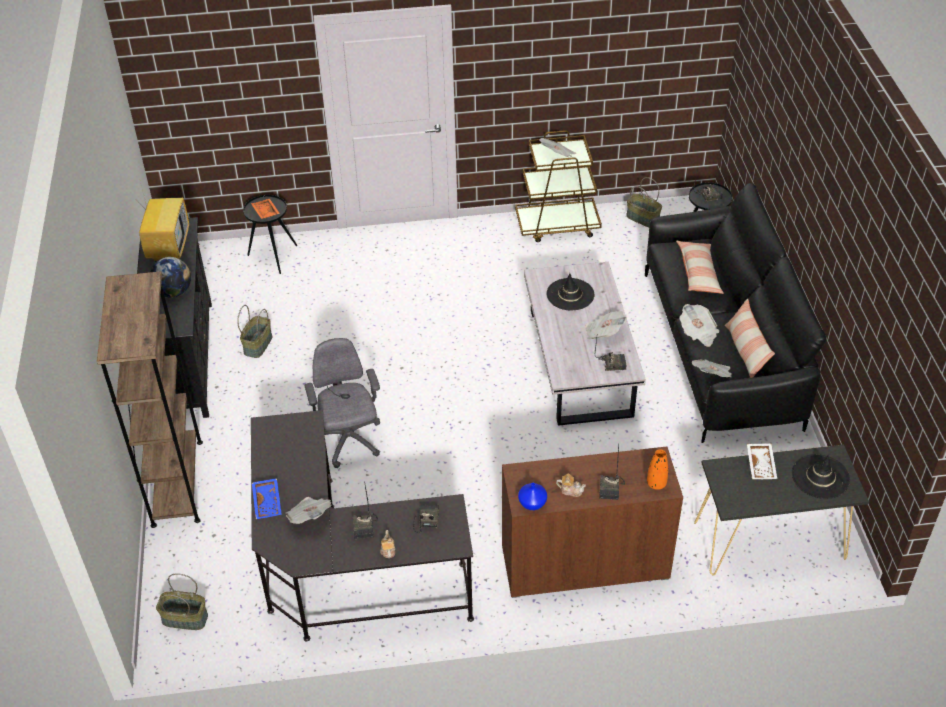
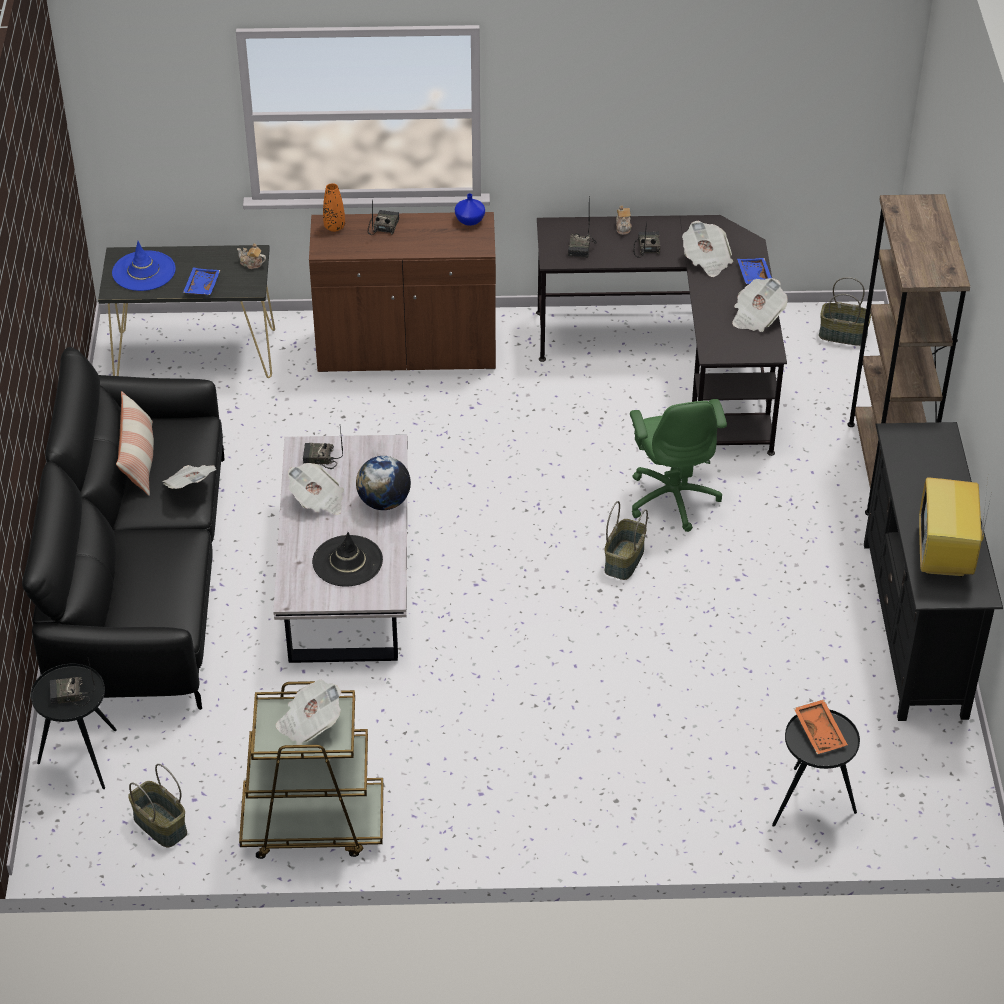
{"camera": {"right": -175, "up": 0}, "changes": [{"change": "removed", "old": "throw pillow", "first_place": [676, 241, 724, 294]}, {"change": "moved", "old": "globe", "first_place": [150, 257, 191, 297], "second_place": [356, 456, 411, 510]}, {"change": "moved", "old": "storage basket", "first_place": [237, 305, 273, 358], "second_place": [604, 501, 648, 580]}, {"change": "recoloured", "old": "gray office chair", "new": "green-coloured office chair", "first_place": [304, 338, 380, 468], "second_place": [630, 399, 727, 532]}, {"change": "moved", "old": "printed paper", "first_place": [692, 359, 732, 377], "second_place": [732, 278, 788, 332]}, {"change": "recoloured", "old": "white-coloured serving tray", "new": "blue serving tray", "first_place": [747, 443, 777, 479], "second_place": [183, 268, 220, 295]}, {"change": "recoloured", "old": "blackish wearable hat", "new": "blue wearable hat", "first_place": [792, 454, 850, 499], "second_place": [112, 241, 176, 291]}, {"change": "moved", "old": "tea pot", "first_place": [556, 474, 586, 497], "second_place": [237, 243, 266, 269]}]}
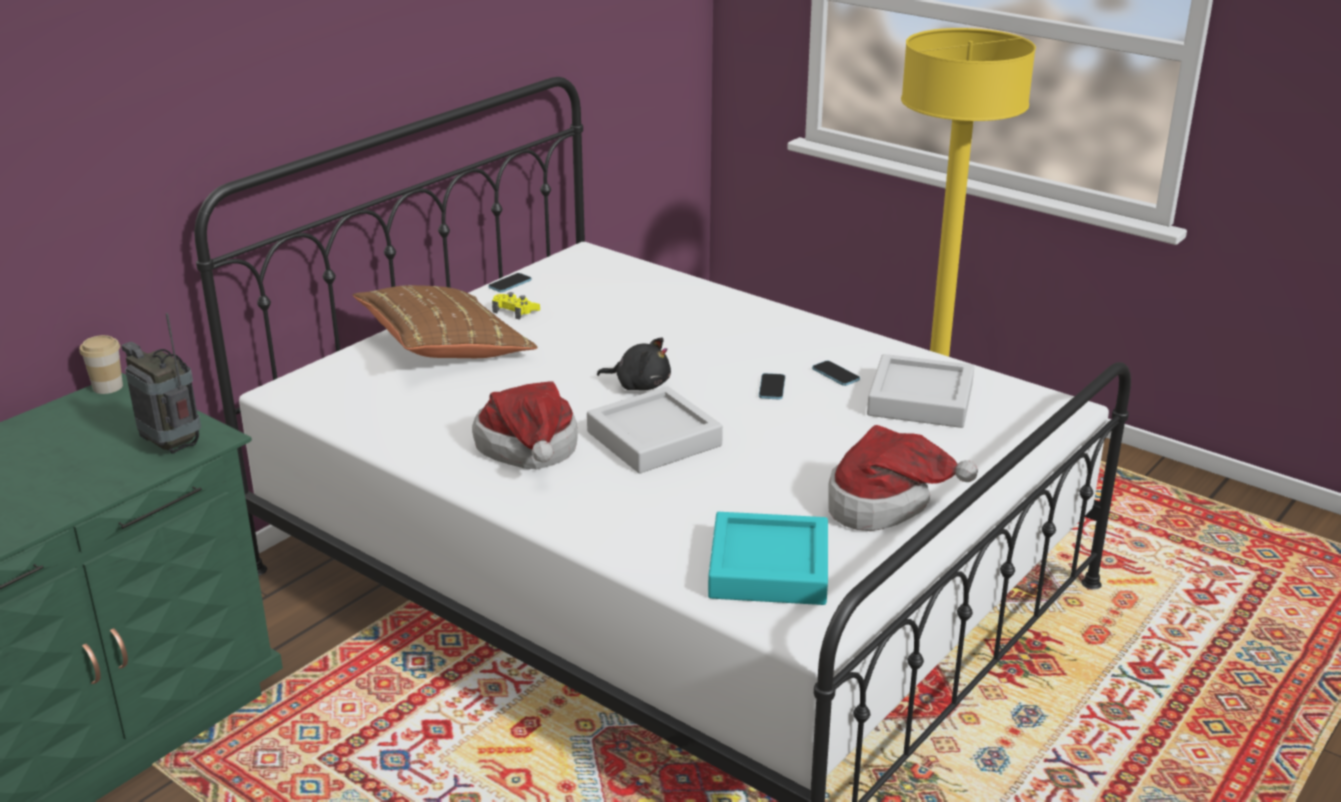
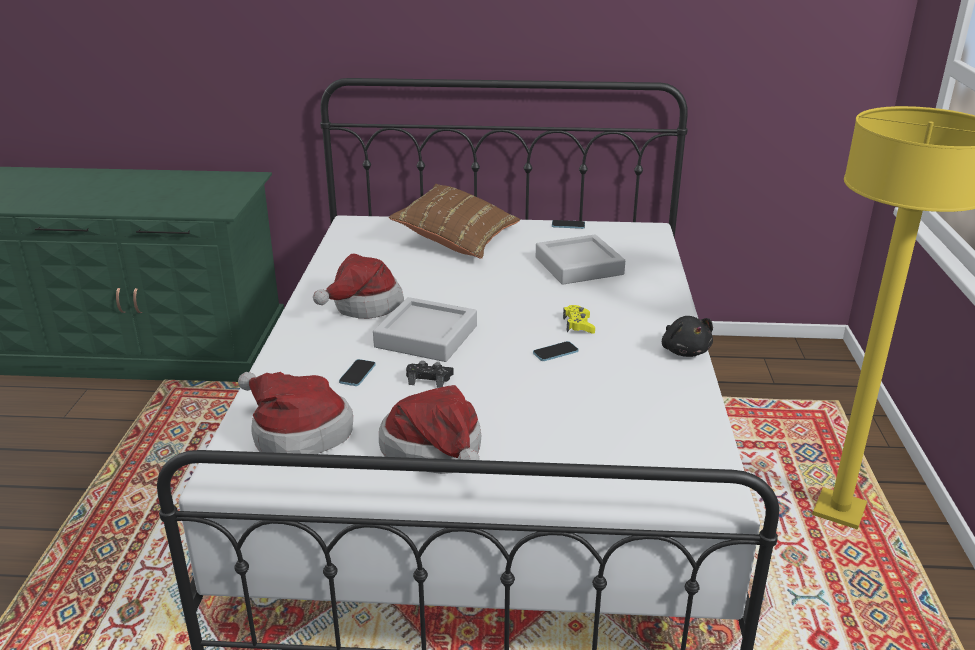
{"camera": {"right": 55, "up": 0}, "changes": [{"change": "moved", "old": "yellow-coloured joypad", "first_place": [492, 292, 540, 320], "second_place": [563, 305, 595, 334]}, {"change": "removed", "old": "radio receiver", "first_place": [122, 313, 201, 454]}, {"change": "removed", "old": "drinking cup", "first_place": [80, 335, 123, 394]}, {"change": "moved", "old": "blackish plush toy", "first_place": [597, 337, 671, 390], "second_place": [662, 316, 713, 357]}, {"change": "moved", "old": "gray serving tray", "first_place": [867, 354, 974, 428], "second_place": [536, 235, 625, 285]}, {"change": "moved", "old": "phone", "first_place": [812, 361, 860, 386], "second_place": [339, 359, 375, 386]}, {"change": "replaced", "old": "blue-green serving tray", "new": "wearable hat", "first_place": [708, 512, 828, 605], "second_place": [238, 372, 353, 454]}, {"change": "added", "new": "blackish joypad", "second_place": [406, 361, 454, 388]}]}
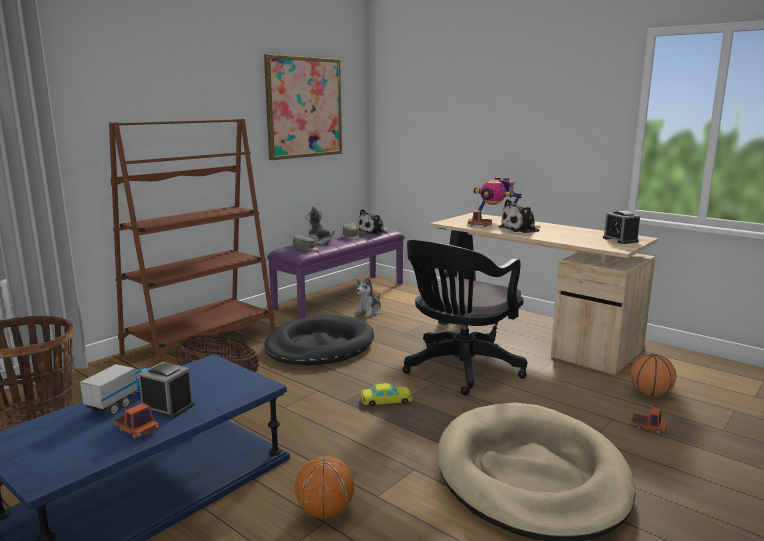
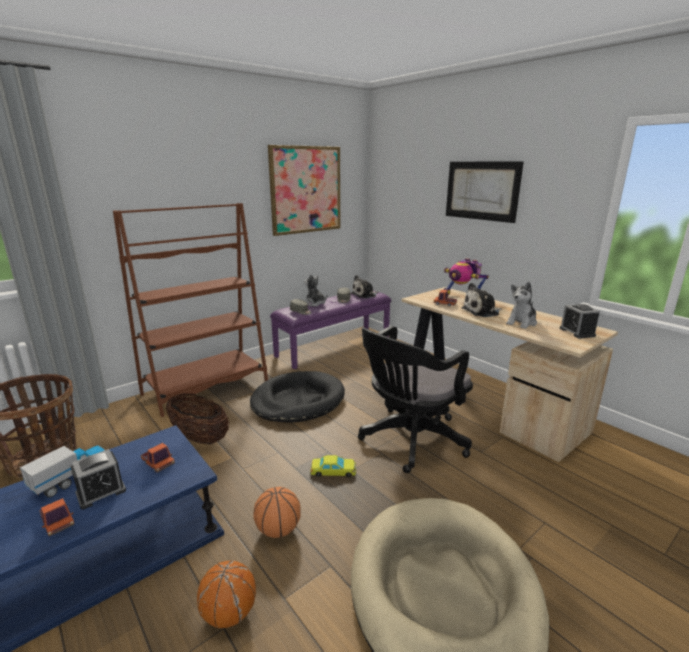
{"camera": {"right": 10, "up": 5}, "changes": [{"change": "moved", "old": "plush toy", "first_place": [355, 277, 381, 317], "second_place": [506, 282, 537, 329]}, {"change": "moved", "old": "basketball ball", "first_place": [630, 353, 676, 397], "second_place": [253, 487, 301, 538]}, {"change": "turned", "old": "bedside clock", "first_place": [138, 362, 194, 419], "second_place": [71, 449, 126, 509], "degrees": 105}, {"change": "moved", "old": "toy lorry", "first_place": [631, 407, 667, 434], "second_place": [141, 443, 175, 473]}, {"change": "added", "new": "picture", "second_place": [446, 161, 524, 223]}]}
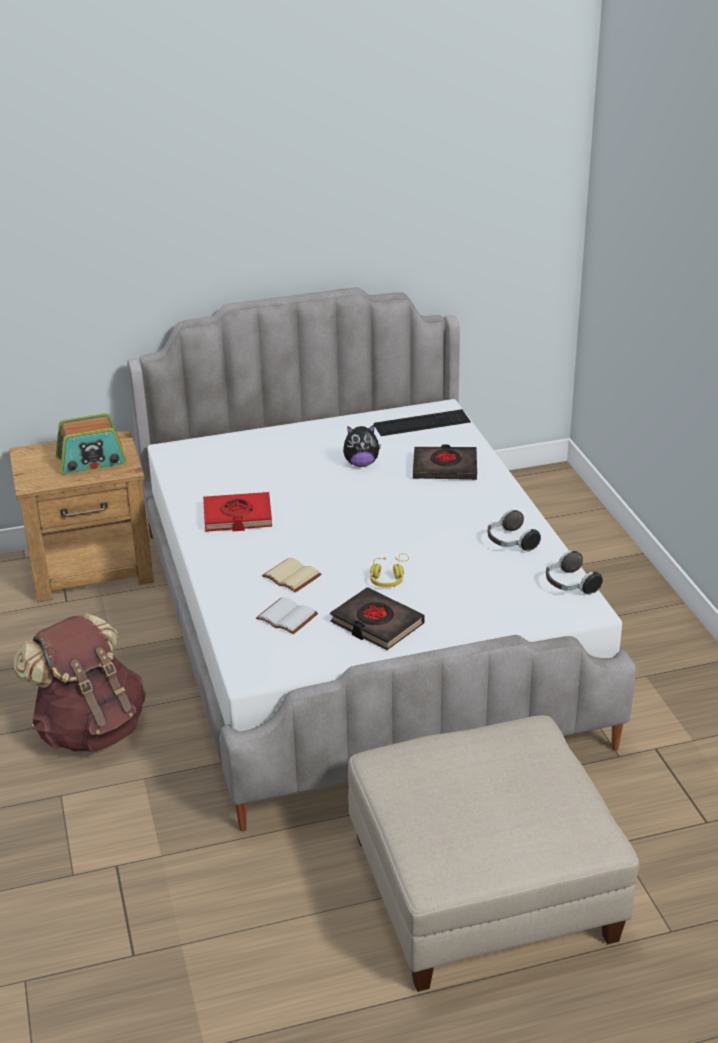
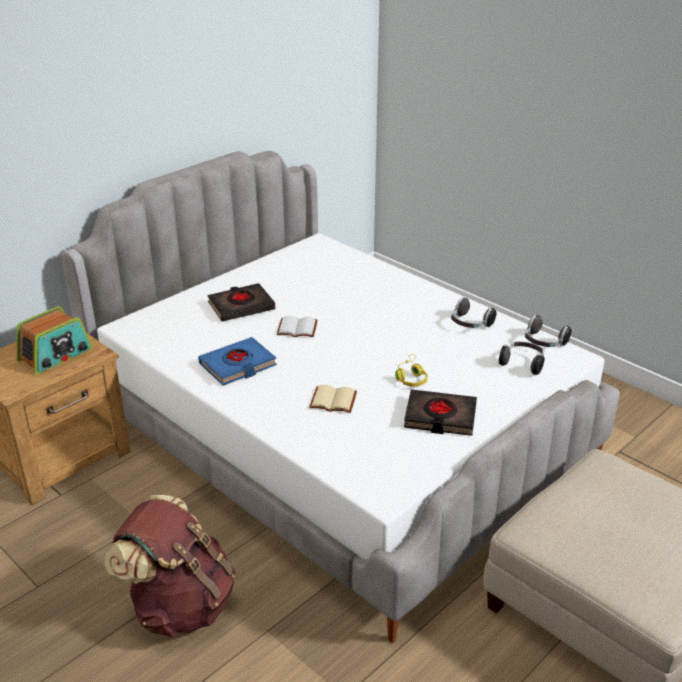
{"camera": {"right": -30, "up": 0}, "changes": [{"change": "removed", "old": "PC keyboard", "first_place": [374, 409, 471, 436]}, {"change": "removed", "old": "plush toy", "first_place": [343, 424, 381, 467]}, {"change": "moved", "old": "blackish volume", "first_place": [413, 445, 477, 480], "second_place": [208, 283, 275, 321]}, {"change": "recoloured", "old": "reddish volume", "new": "blue volume", "first_place": [203, 492, 272, 532], "second_place": [198, 337, 277, 386]}, {"change": "moved", "old": "white-coloured volume", "first_place": [256, 597, 318, 634], "second_place": [277, 316, 318, 337]}, {"change": "added", "new": "headphones", "second_place": [499, 342, 545, 375]}]}
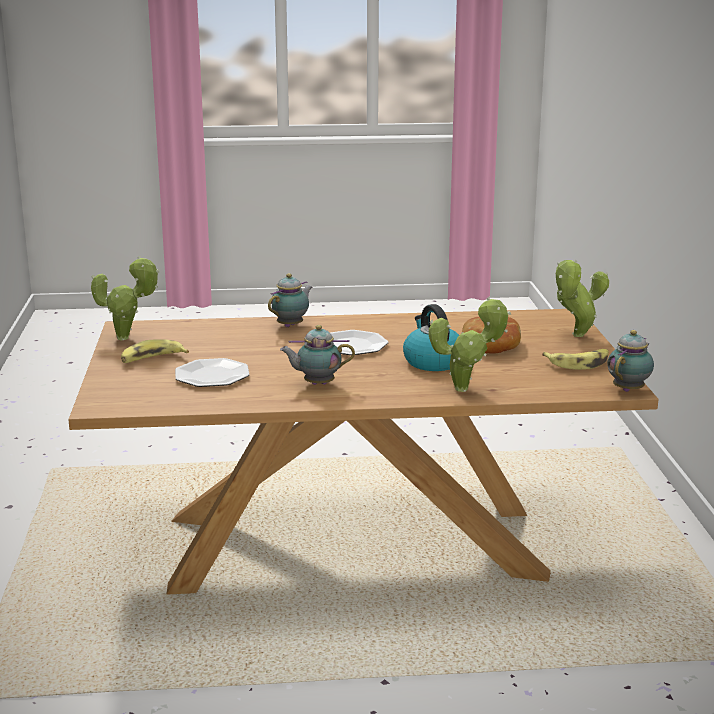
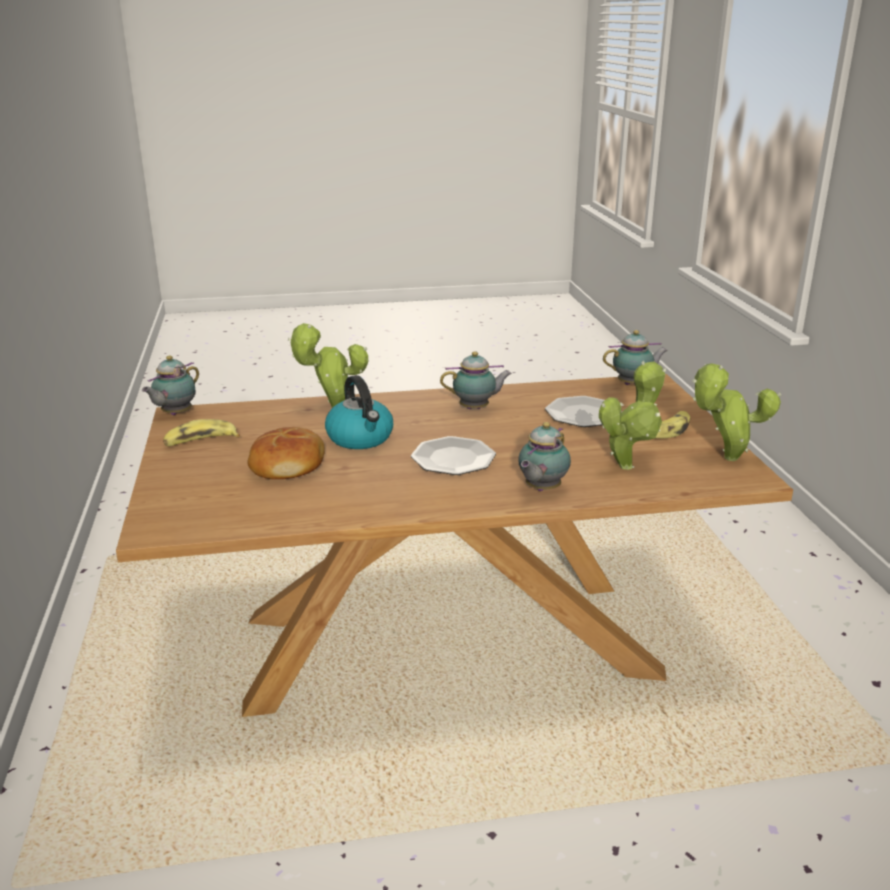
{"camera": {"right": 175, "up": 5}, "changes": [{"change": "moved", "old": "houseplant", "first_place": [556, 260, 609, 337], "second_place": [599, 361, 666, 470]}, {"change": "added", "new": "tea pot", "second_place": [603, 330, 668, 385]}]}
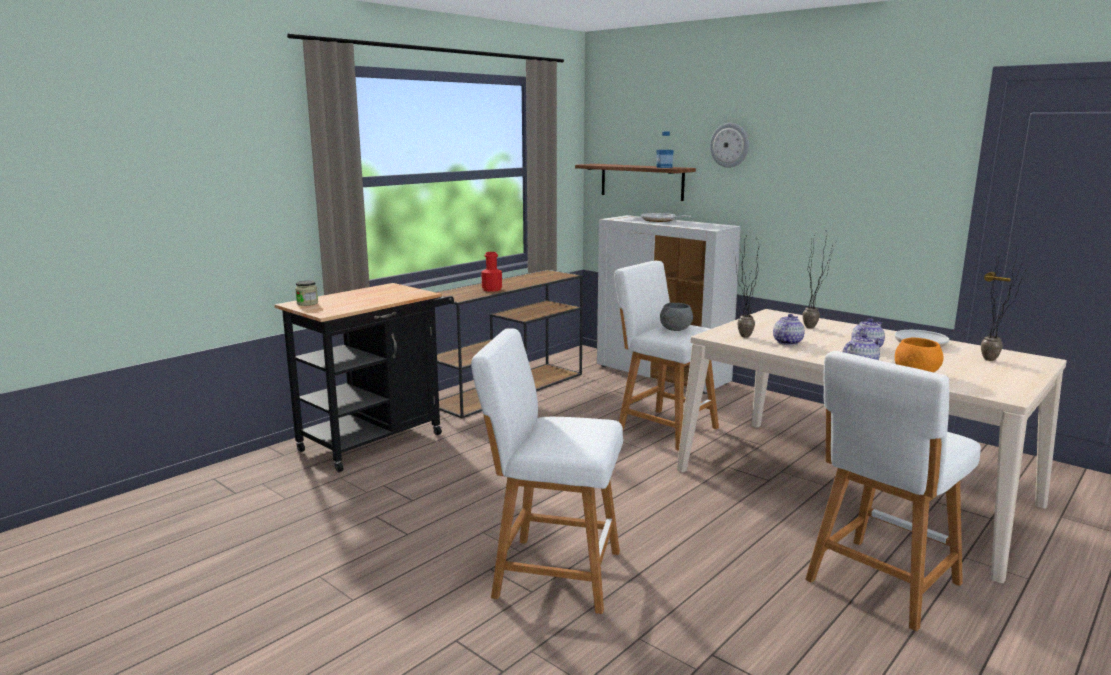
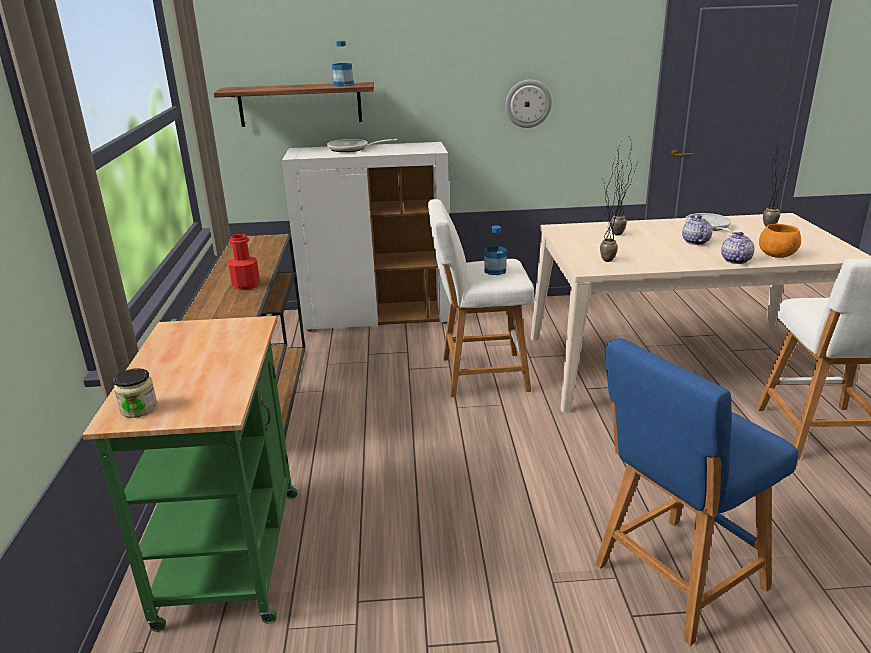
{"camera": {"right": -45, "up": 10}, "changes": [{"change": "moved", "old": "clock on the wall", "first_place": [710, 123, 749, 168], "second_place": [505, 80, 552, 128]}, {"change": "recoloured", "old": "blackish trolley", "new": "green-coloured trolley", "first_place": [274, 283, 454, 472], "second_place": [82, 314, 298, 632]}, {"change": "replaced", "old": "gray deep dish", "new": "bottle", "first_place": [660, 303, 693, 331], "second_place": [484, 226, 507, 275]}, {"change": "removed", "old": "tea pot", "first_place": [773, 314, 805, 345]}, {"change": "recoloured", "old": "white-coloured sitting stool", "new": "blue sitting stool", "first_place": [471, 328, 623, 614], "second_place": [595, 338, 799, 646]}]}
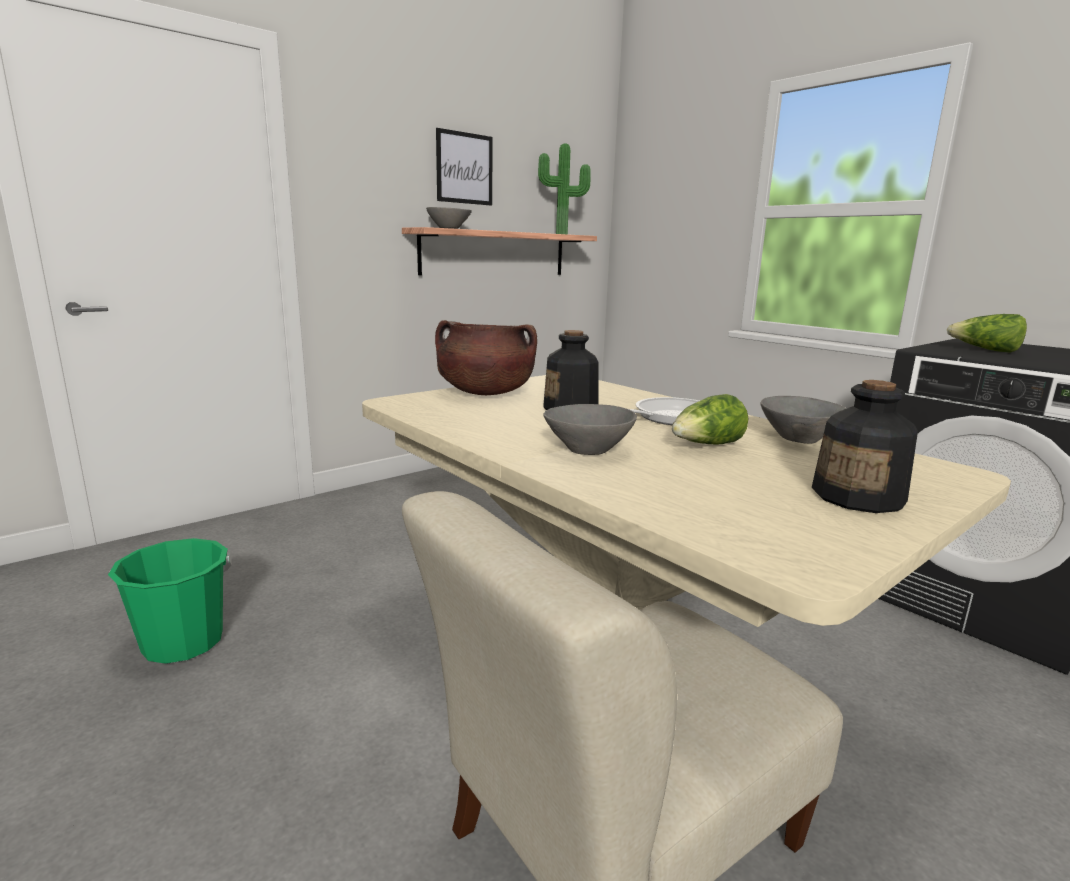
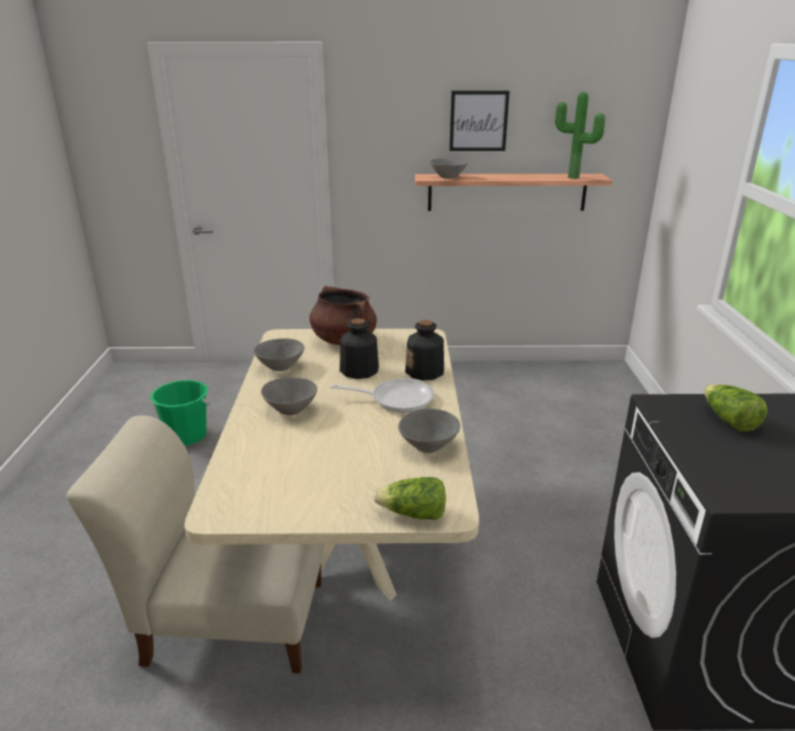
{"camera": {"right": 40, "up": 10}, "changes": [{"change": "moved", "old": "bottle", "first_place": [812, 380, 918, 513], "second_place": [405, 320, 444, 381]}, {"change": "moved", "old": "head of lettuce", "first_place": [672, 394, 749, 444], "second_place": [373, 477, 446, 520]}, {"change": "added", "new": "gray deep dish", "second_place": [254, 338, 304, 371]}]}
